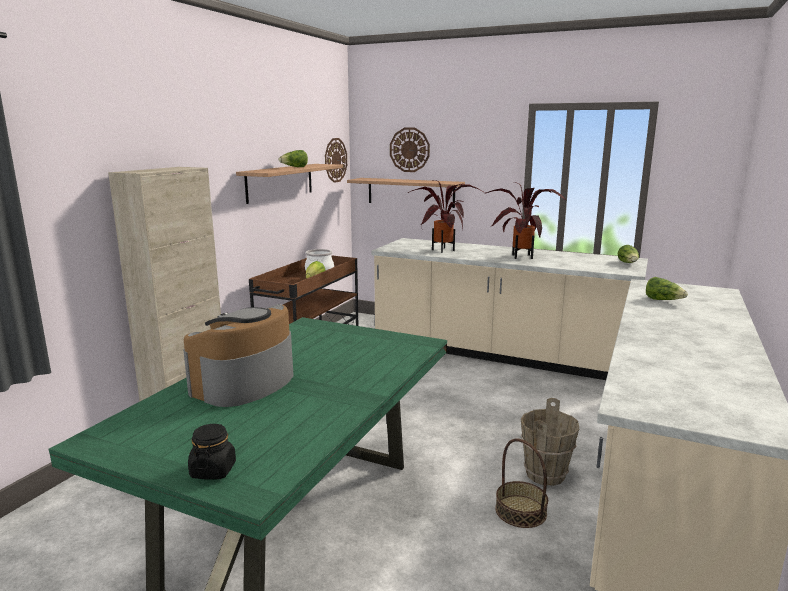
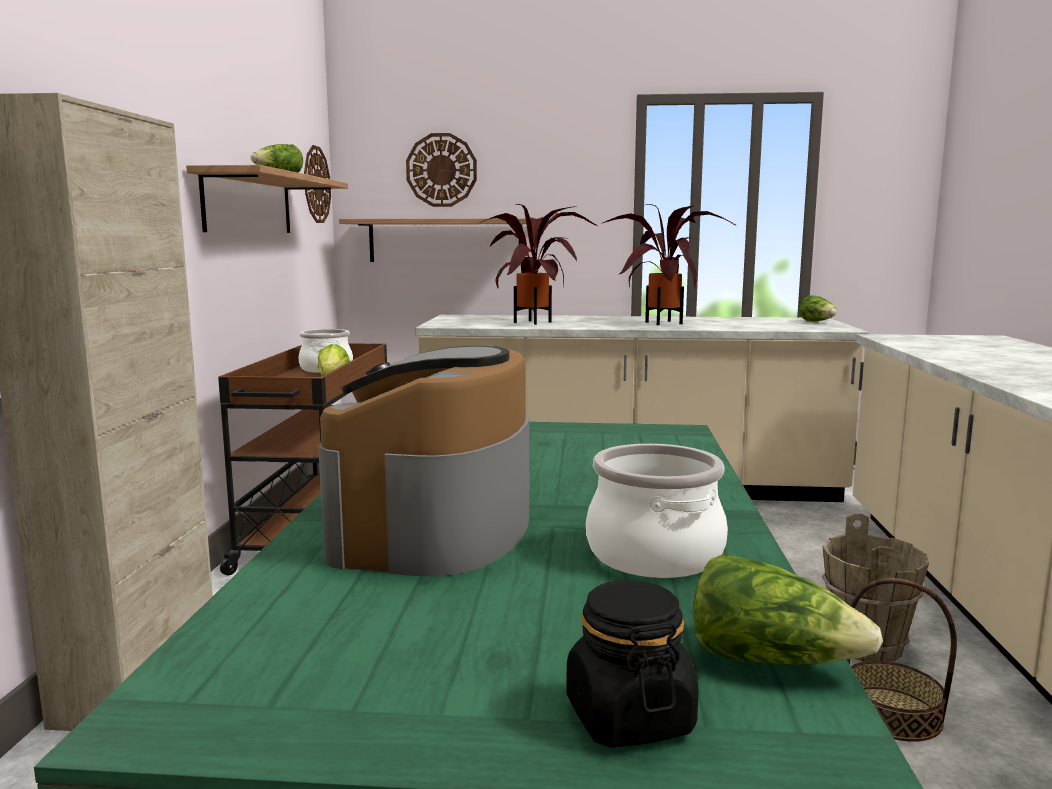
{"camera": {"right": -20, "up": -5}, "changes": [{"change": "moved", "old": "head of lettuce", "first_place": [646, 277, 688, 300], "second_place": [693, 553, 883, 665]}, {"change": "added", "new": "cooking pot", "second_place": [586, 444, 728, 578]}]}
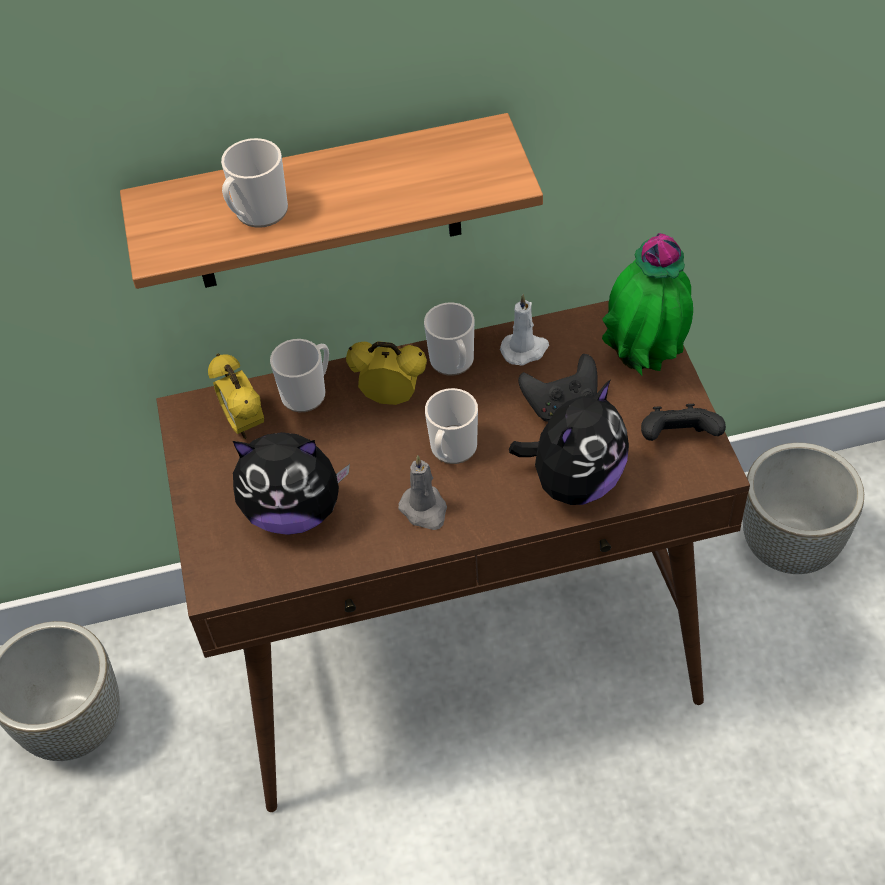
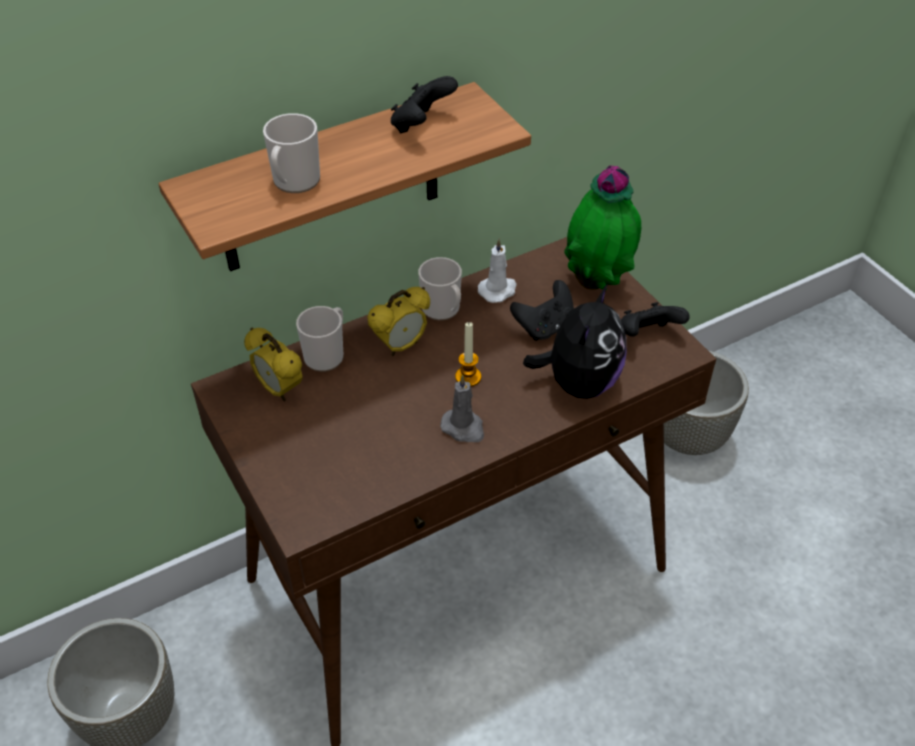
{"camera": {"right": -20, "up": -5}, "changes": [{"change": "turned", "old": "bedside clock", "first_place": [346, 341, 427, 405], "second_place": [367, 287, 430, 356], "degrees": 150}, {"change": "replaced", "old": "tea mug", "new": "wax candle", "first_place": [425, 388, 478, 464], "second_place": [455, 322, 481, 387]}, {"change": "removed", "old": "plush toy", "first_place": [233, 432, 350, 535]}, {"change": "added", "new": "blackish joypad", "second_place": [391, 76, 458, 133]}]}
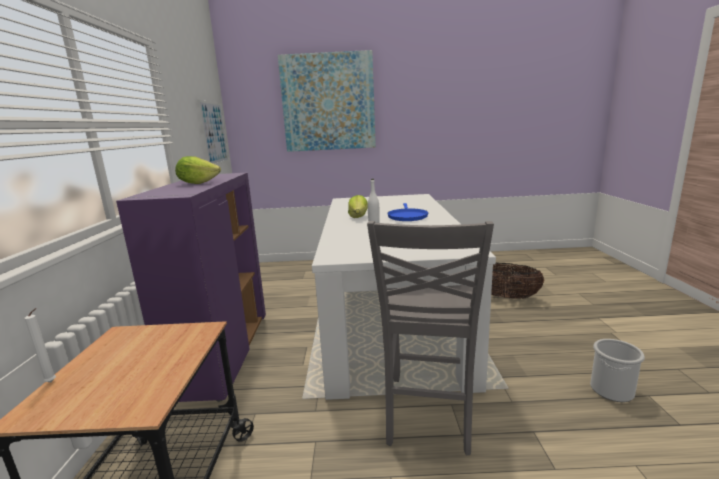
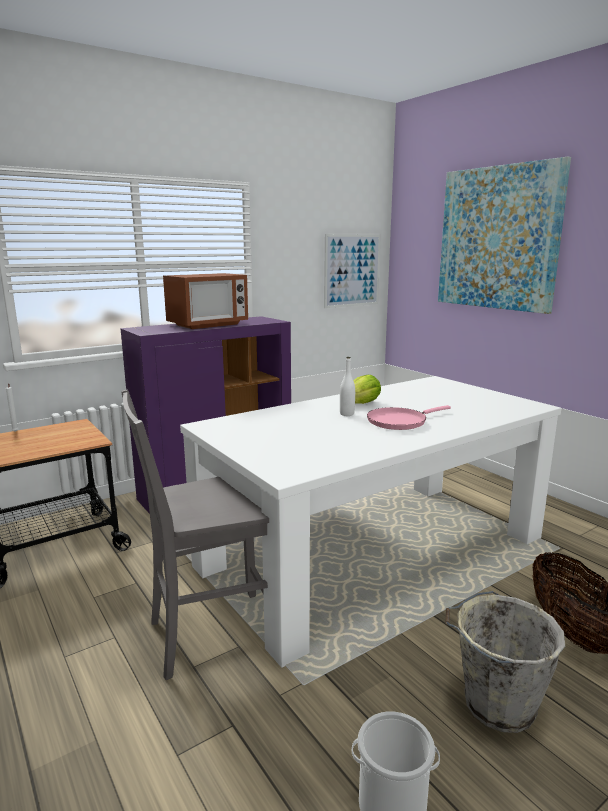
{"camera": {"right": 55, "up": 0}, "changes": [{"change": "replaced", "old": "head of lettuce", "new": "microwave", "first_place": [175, 156, 221, 184], "second_place": [163, 273, 248, 329]}, {"change": "recoloured", "old": "blue frying pan", "new": "pink frying pan", "first_place": [387, 203, 428, 221], "second_place": [367, 405, 451, 430]}, {"change": "added", "new": "gray bucket", "second_place": [445, 591, 565, 733]}]}
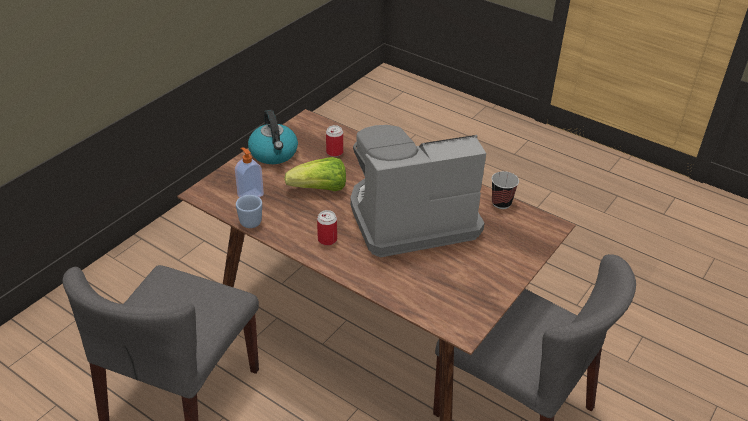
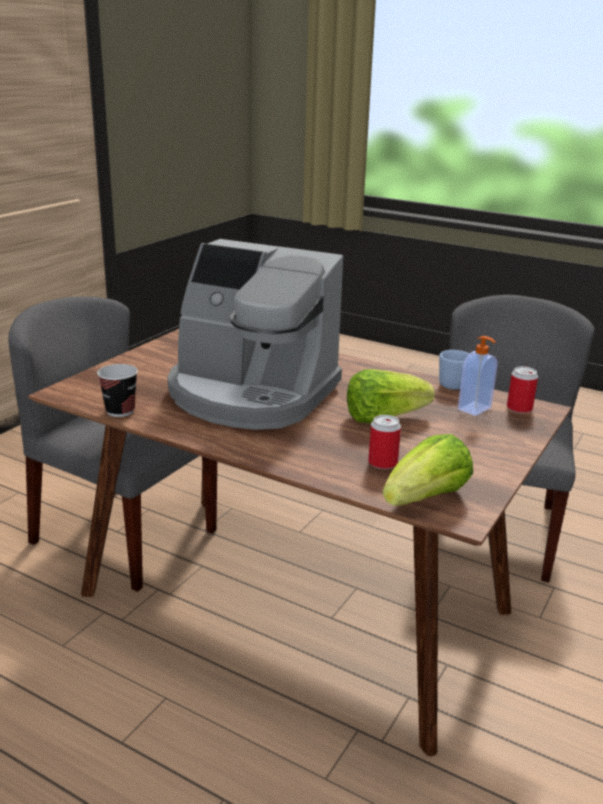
{"camera": {"right": 175, "up": -15}, "changes": [{"change": "removed", "old": "tea kettle", "first_place": [248, 110, 298, 164]}, {"change": "turned", "old": "coffee maker", "first_place": [350, 125, 486, 257], "second_place": [168, 239, 343, 430], "degrees": 45}, {"change": "moved", "old": "sealed can", "first_place": [317, 210, 337, 246], "second_place": [507, 366, 538, 413]}, {"change": "added", "new": "head of lettuce", "second_place": [383, 434, 473, 506]}]}
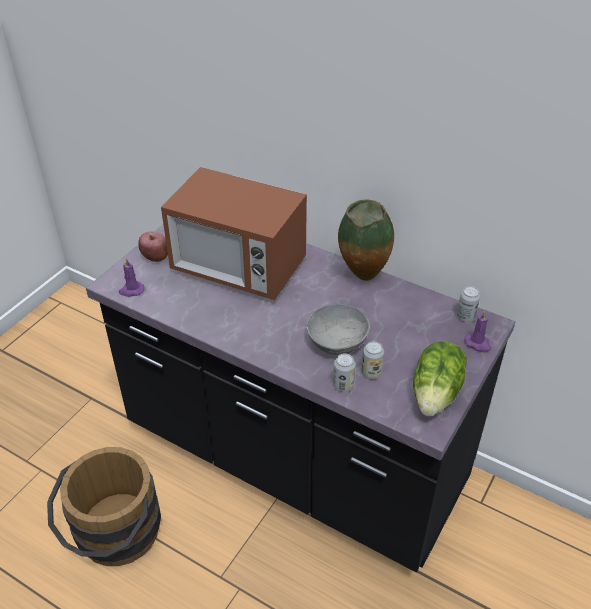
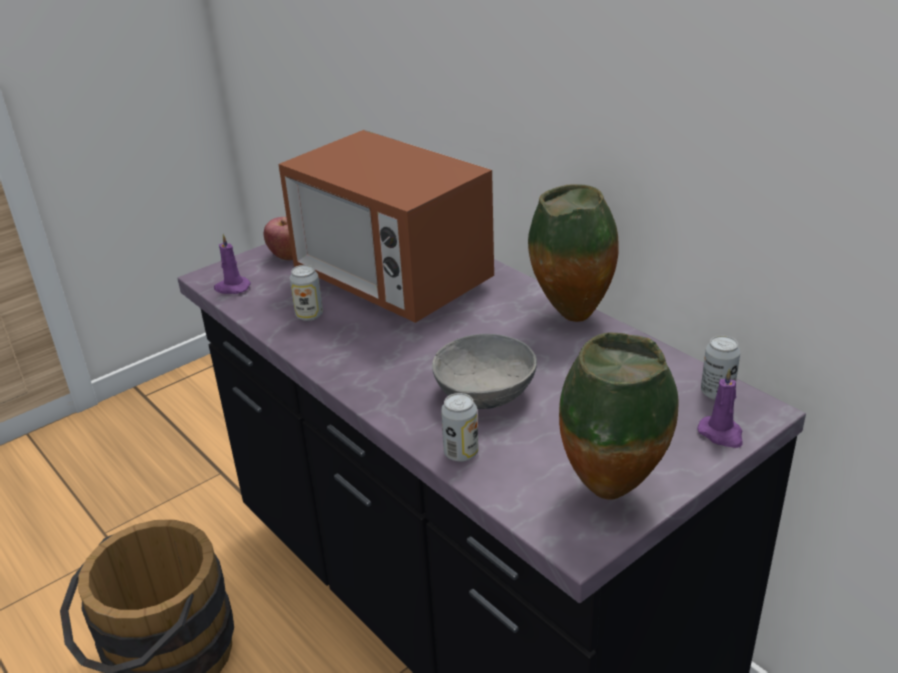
{"camera": {"right": 20, "up": -10}, "changes": [{"change": "moved", "old": "sealed can", "first_place": [361, 341, 384, 379], "second_place": [290, 265, 323, 321]}, {"change": "replaced", "old": "head of lettuce", "new": "vase", "first_place": [413, 341, 467, 416], "second_place": [559, 332, 678, 499]}]}
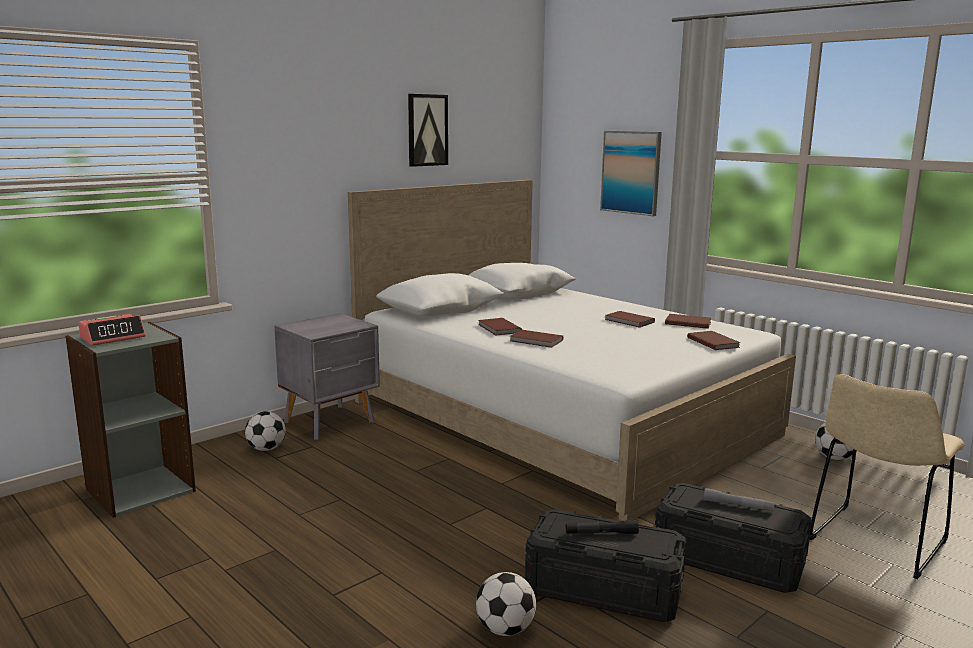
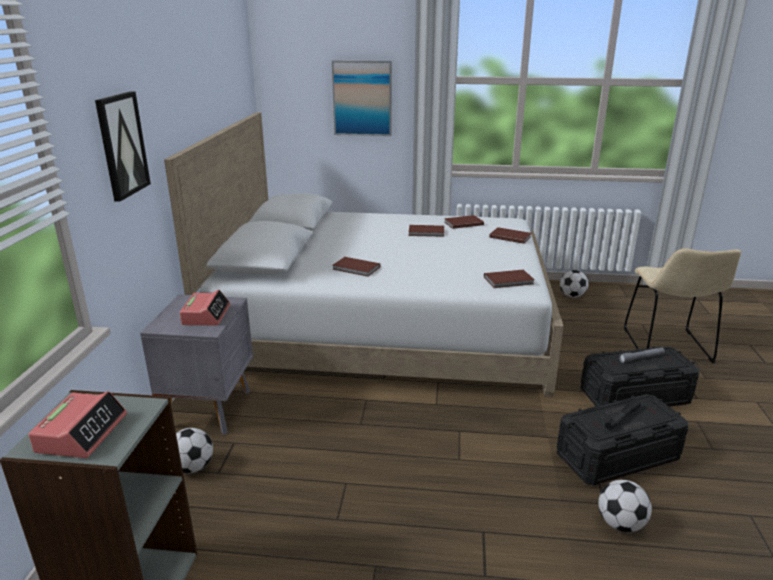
{"camera": {"right": -40, "up": 10}, "changes": [{"change": "moved", "old": "picture", "first_place": [408, 94, 448, 167], "second_place": [95, 91, 151, 202]}, {"change": "moved", "old": "brown-coloured volume", "first_place": [510, 330, 563, 348], "second_place": [484, 270, 534, 288]}, {"change": "added", "new": "bedside clock", "second_place": [179, 290, 230, 325]}]}
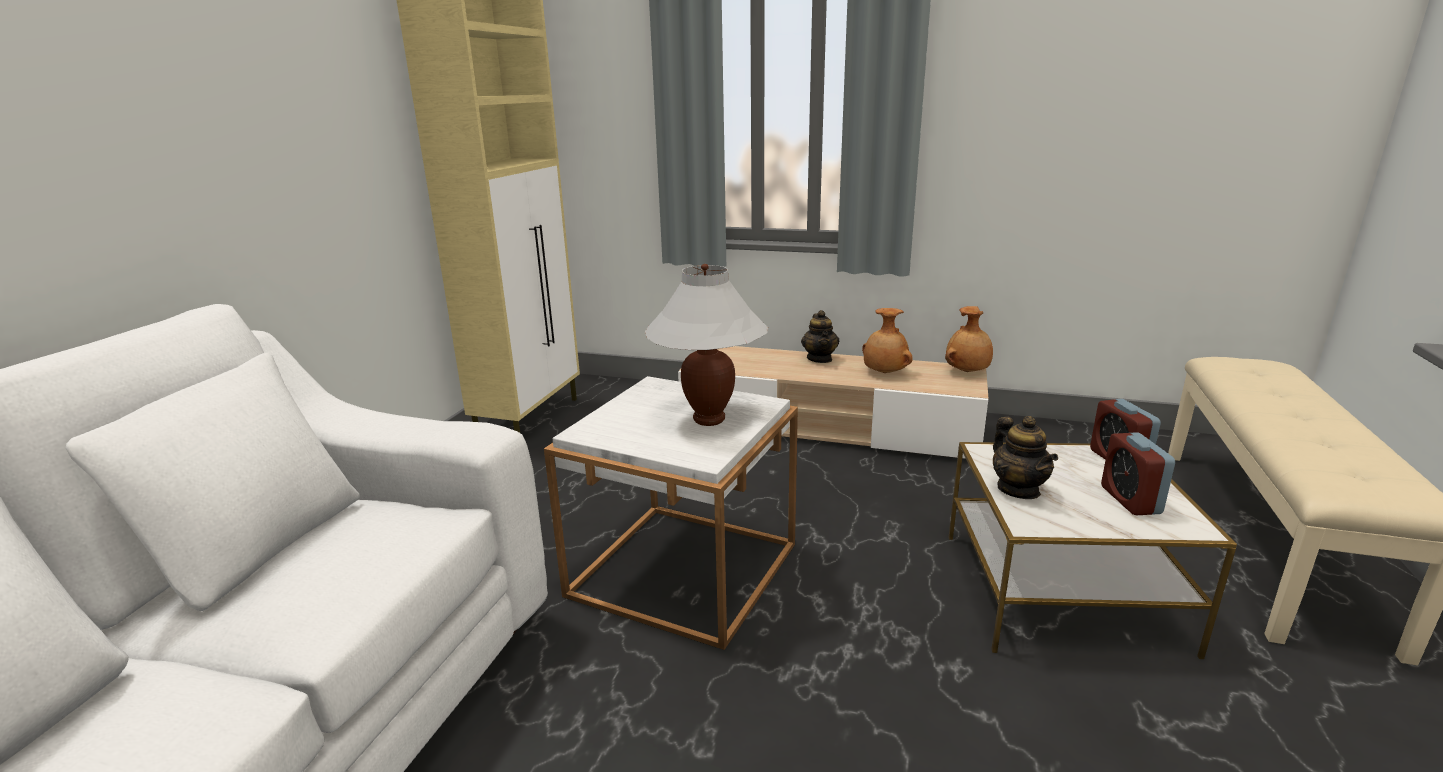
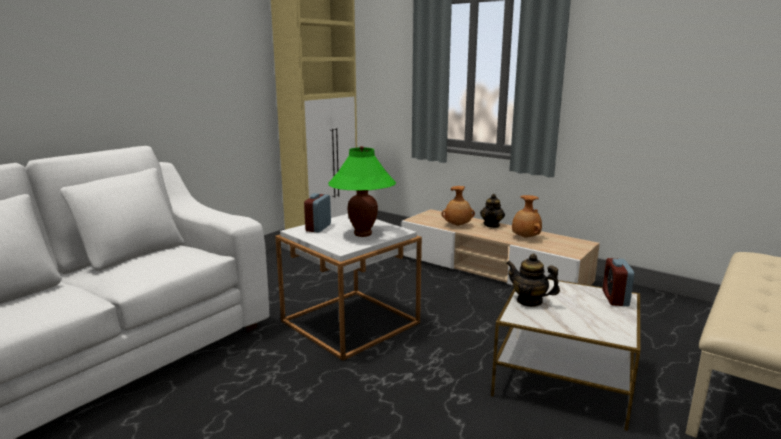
{"camera": {"right": 20, "up": -5}, "changes": [{"change": "recoloured", "old": "white-coloured lamp for a table", "new": "green-coloured lamp for a table", "first_place": [645, 264, 768, 426], "second_place": [328, 146, 396, 237]}, {"change": "moved", "old": "brown-coloured vase", "first_place": [945, 306, 993, 372], "second_place": [441, 186, 475, 226]}, {"change": "turned", "old": "tea pot", "first_place": [993, 416, 1058, 499], "second_place": [506, 254, 560, 307], "degrees": 120}, {"change": "moved", "old": "bedside clock", "first_place": [1101, 432, 1175, 515], "second_place": [304, 193, 331, 233]}]}
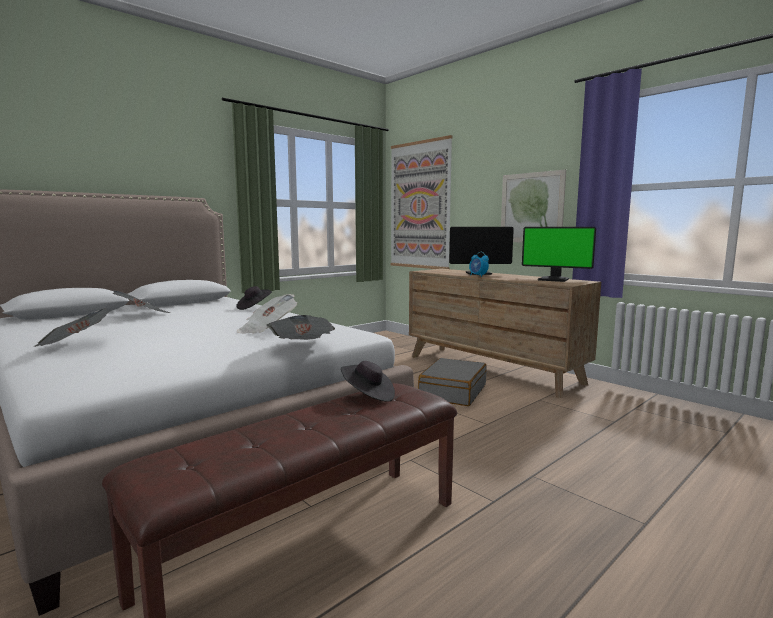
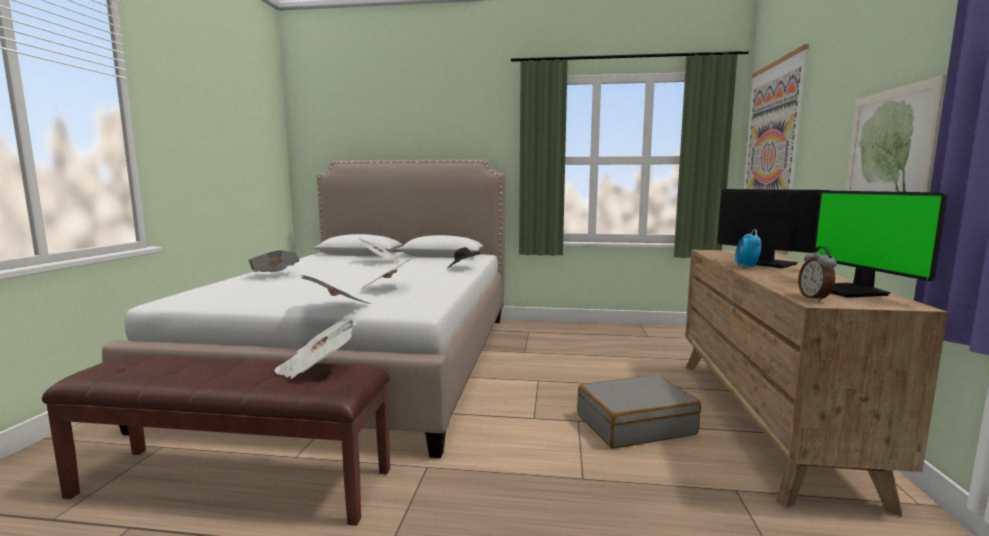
{"camera": {"right": 50, "up": 0}, "changes": [{"change": "replaced", "old": "blackish wearable hat", "new": "printed paper", "first_place": [341, 361, 395, 402], "second_place": [274, 319, 357, 379]}, {"change": "added", "new": "bedside clock", "second_place": [798, 246, 837, 301]}]}
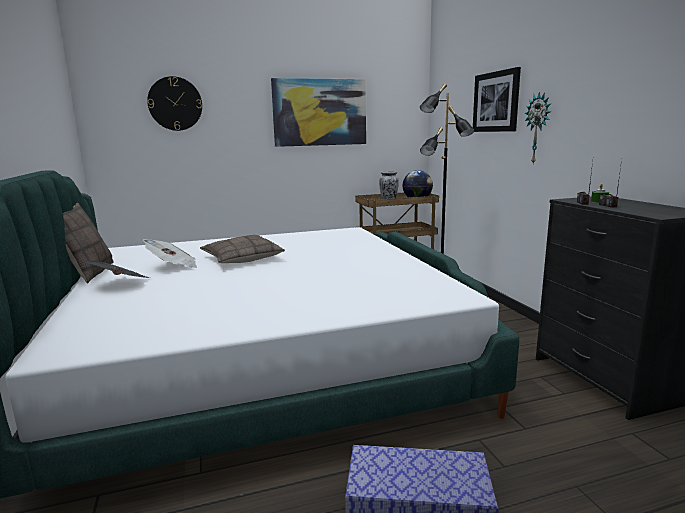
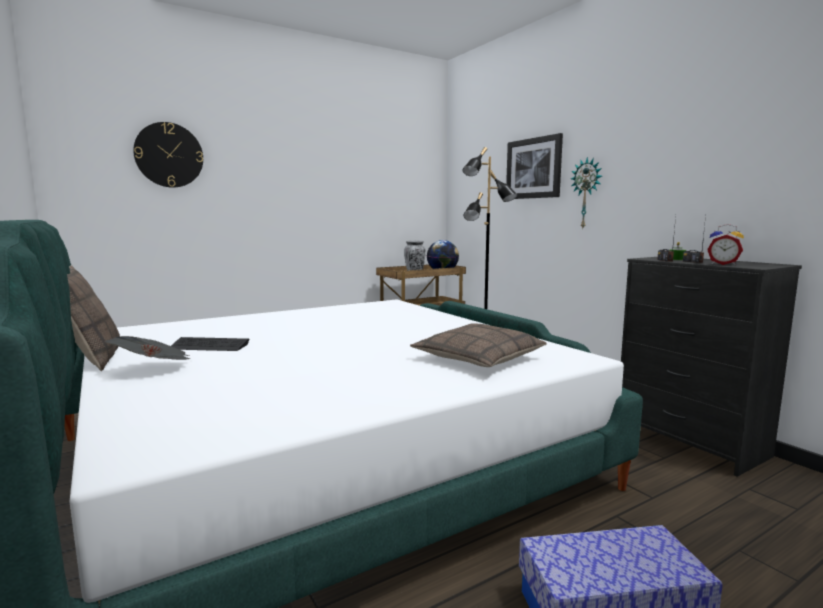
{"camera": {"right": -15, "up": -5}, "changes": [{"change": "removed", "old": "picture", "first_place": [271, 78, 366, 147]}, {"change": "moved", "old": "throw pillow", "first_place": [200, 235, 285, 263], "second_place": [410, 323, 547, 367]}, {"change": "replaced", "old": "printed paper", "new": "PC keyboard", "first_place": [143, 239, 197, 268], "second_place": [171, 337, 249, 351]}, {"change": "added", "new": "bedside clock", "second_place": [707, 224, 744, 265]}]}
